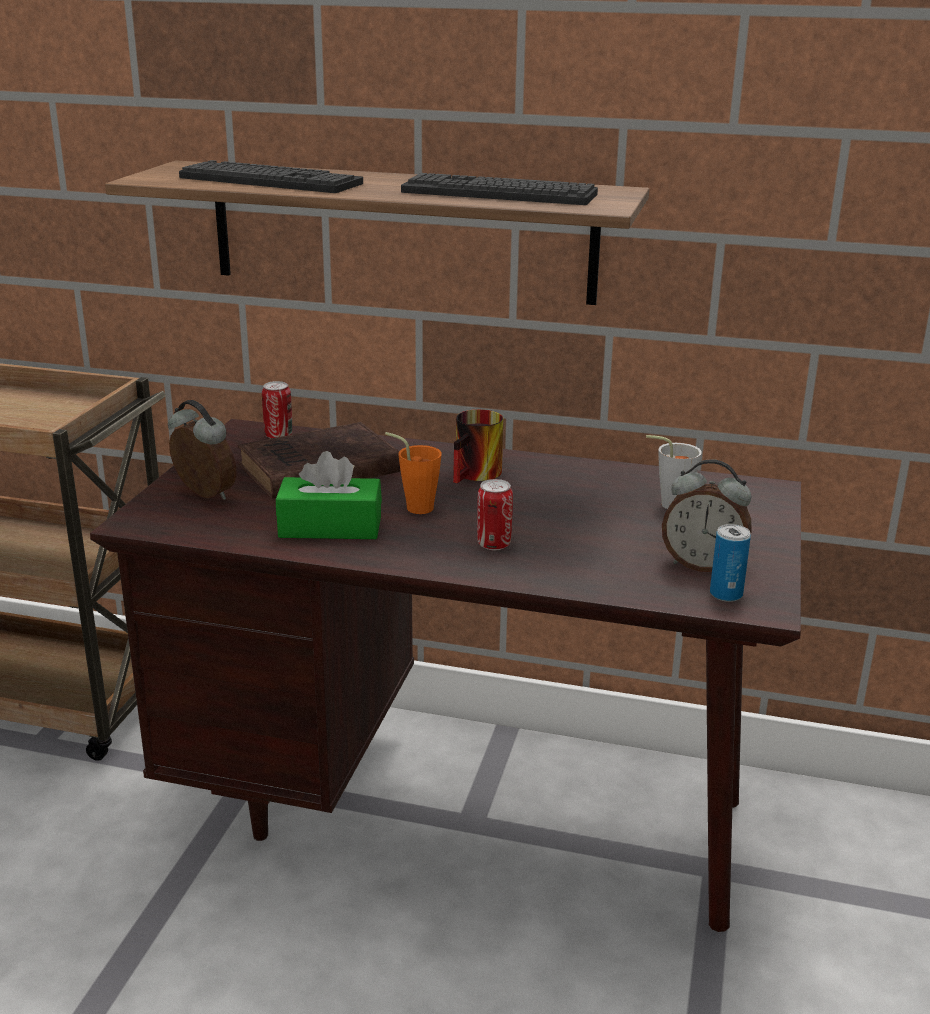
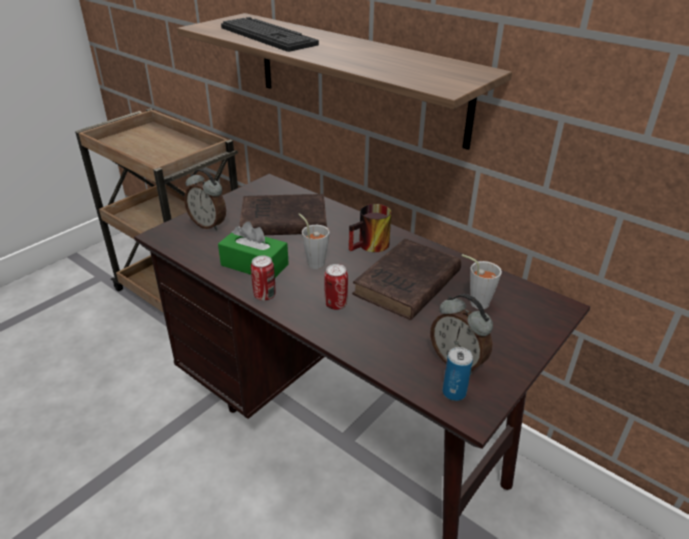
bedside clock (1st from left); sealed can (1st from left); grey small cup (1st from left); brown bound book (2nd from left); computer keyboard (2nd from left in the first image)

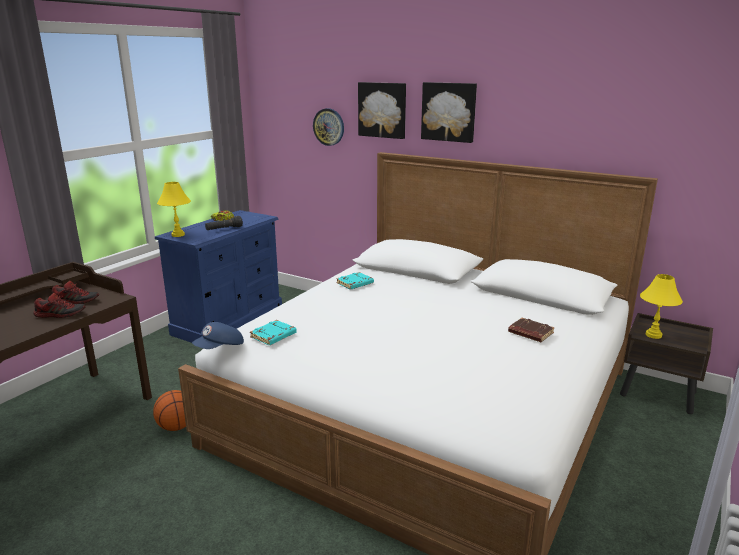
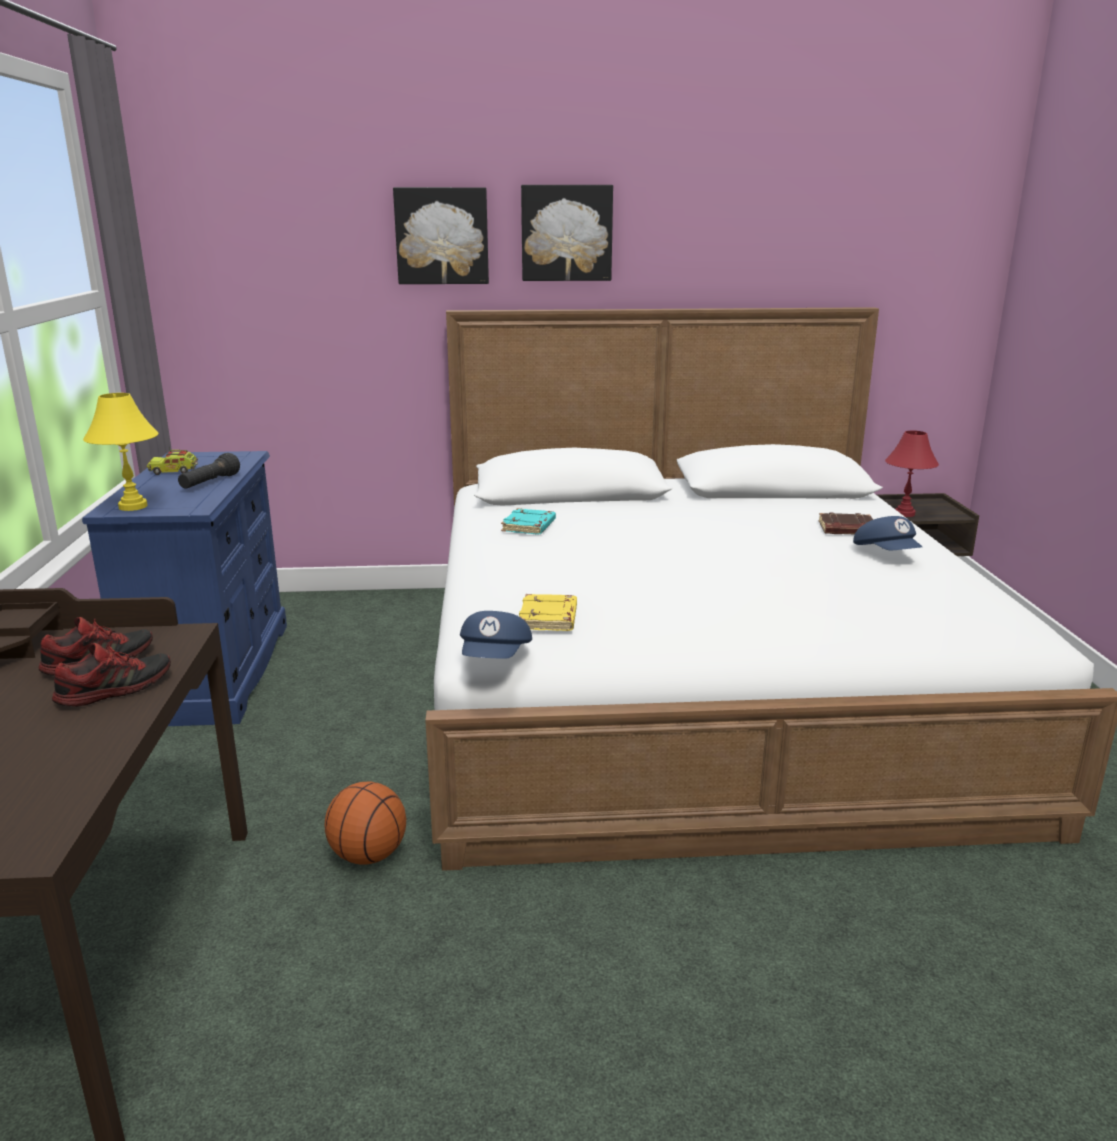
yellowish bound book; blue cap (2nd from left); red table lamp; clock on the wall

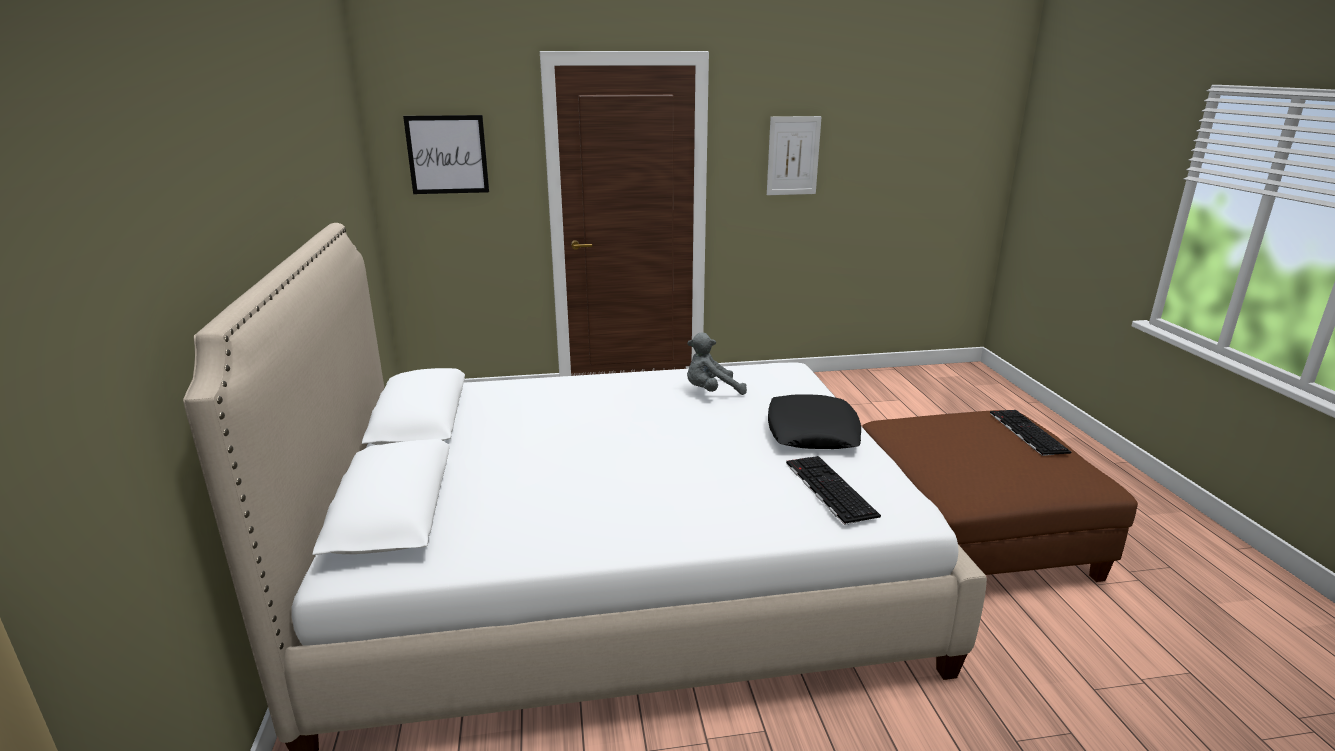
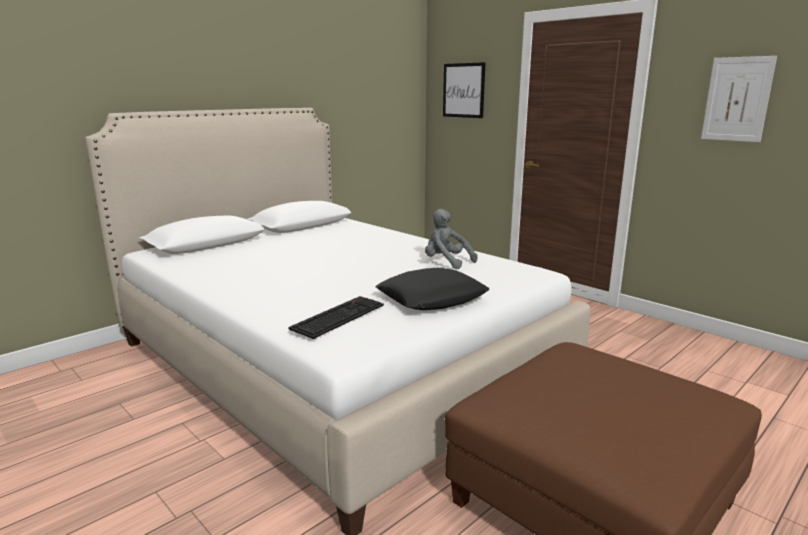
computer keyboard (2nd from left in the first image)

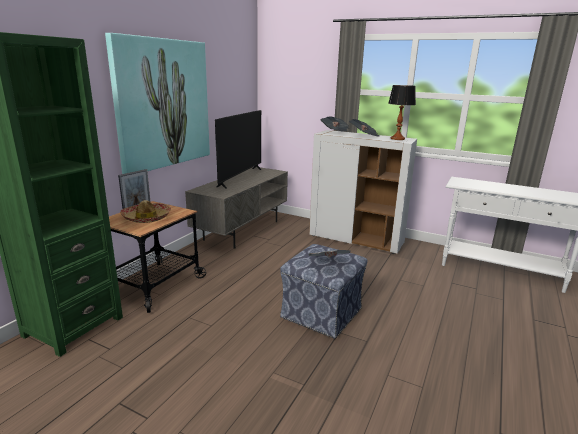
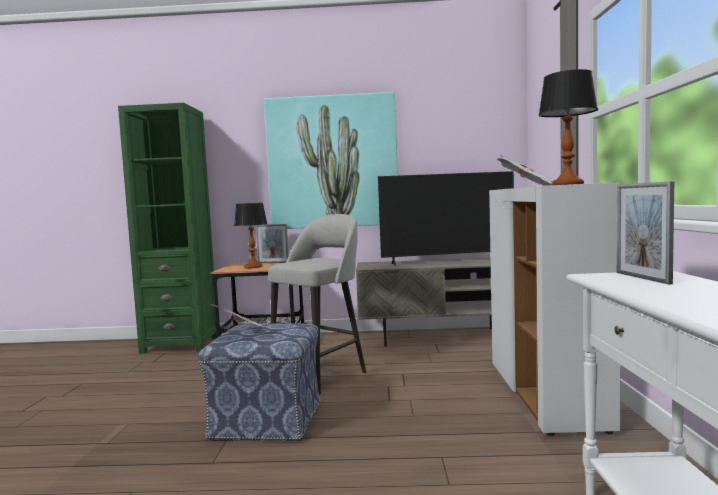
table lamp (1st from left); grey stool; picture frame (2nd from left)

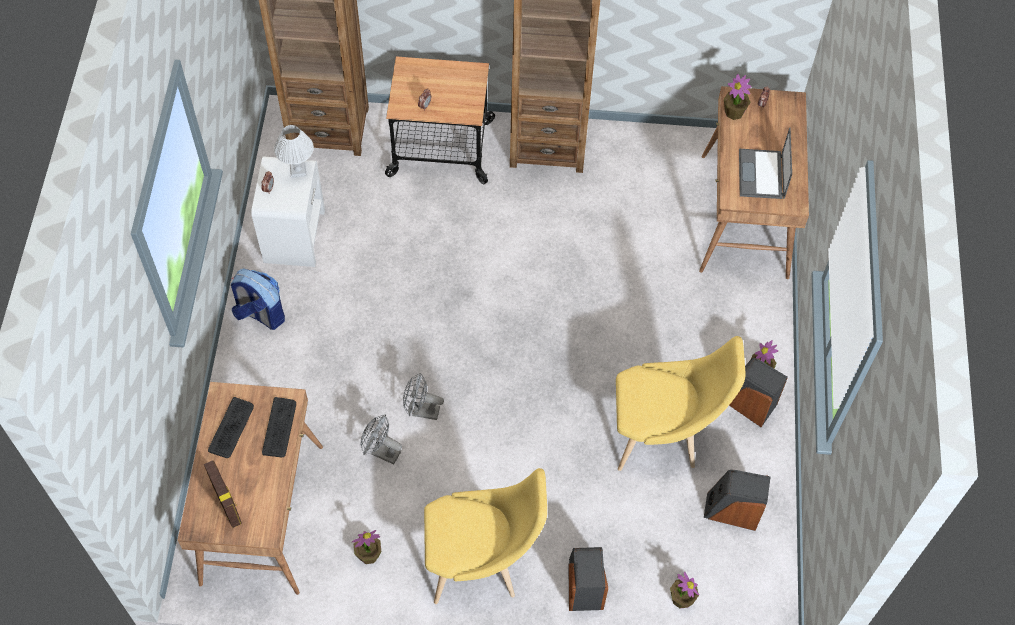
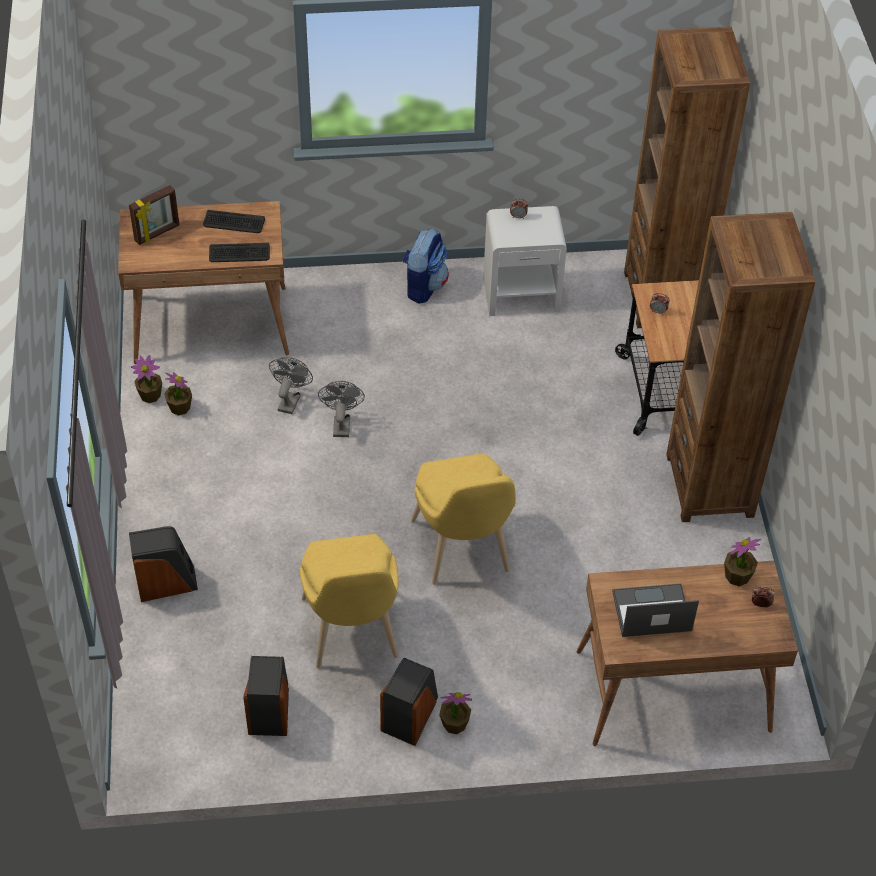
potted plant (1st from left); yellowish chair (2nd from left); whitish table lamp

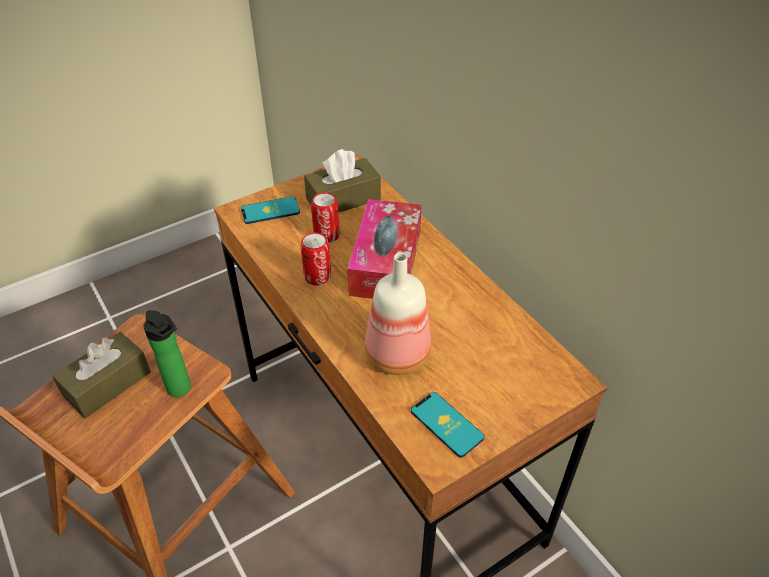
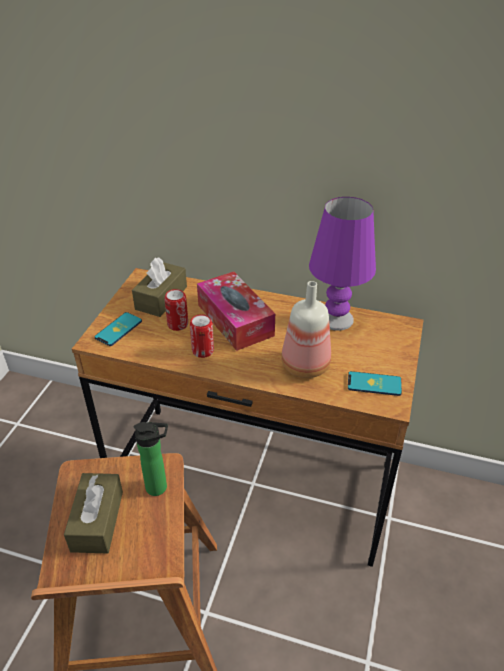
purple table lamp

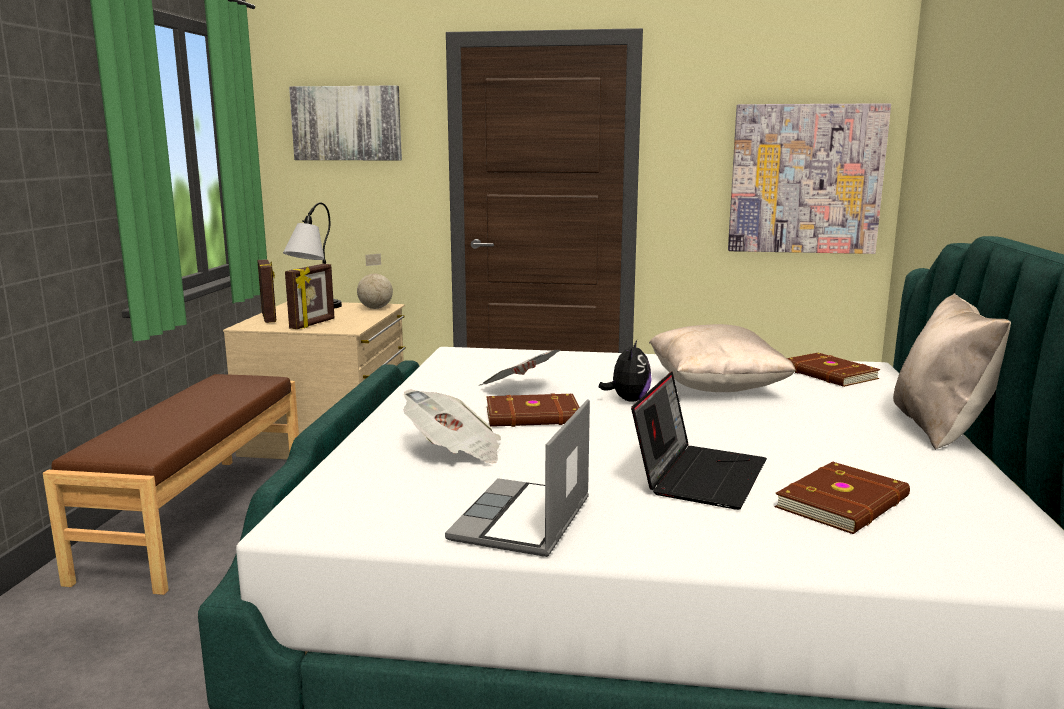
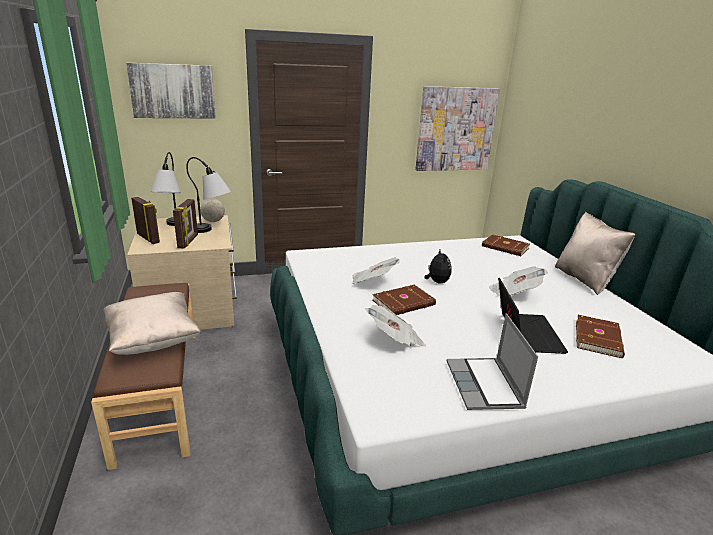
sand-coloured throw pillow (1st from left); table lamp (2nd from left); printed paper (3rd from left)

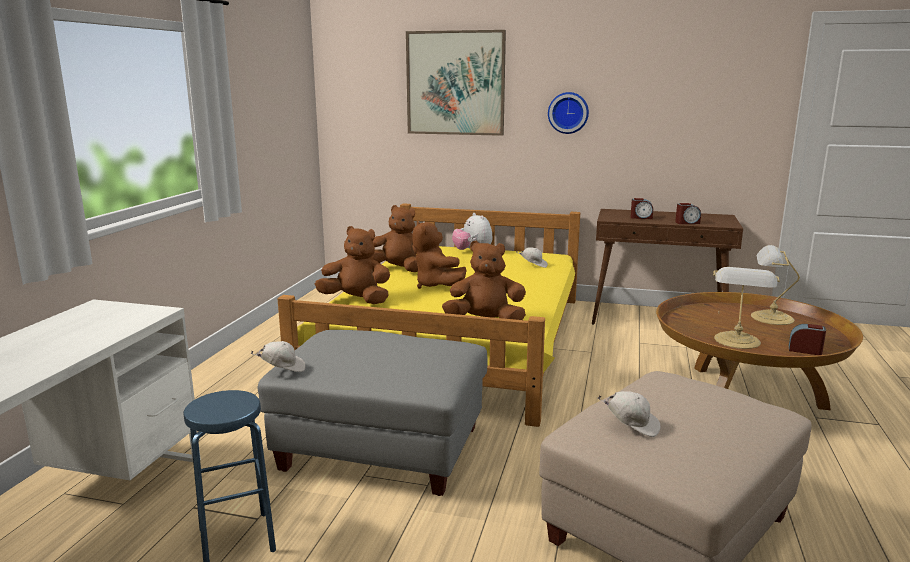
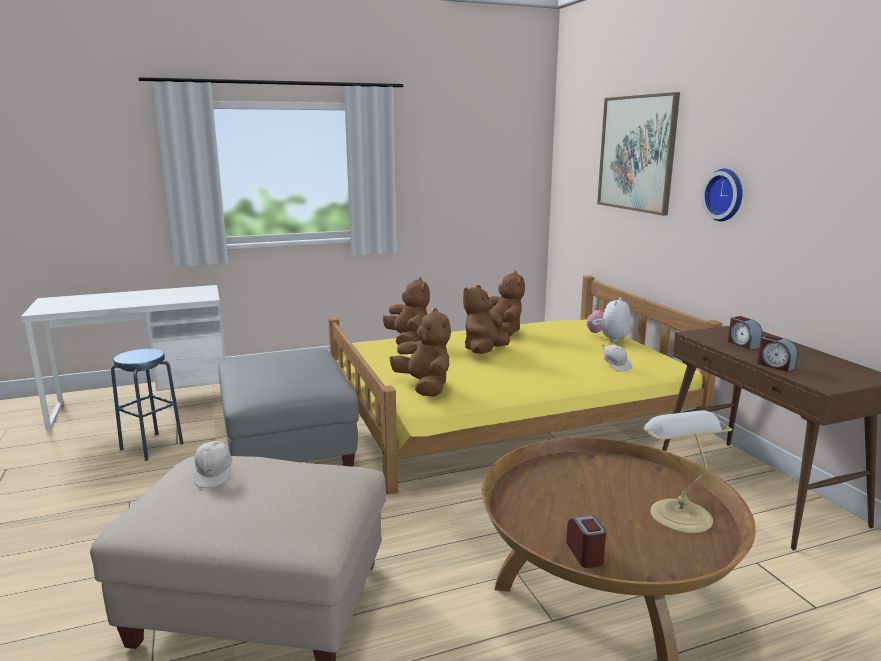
whitish cap (1st from left in the first image); table lamp (1st from left in the first image)

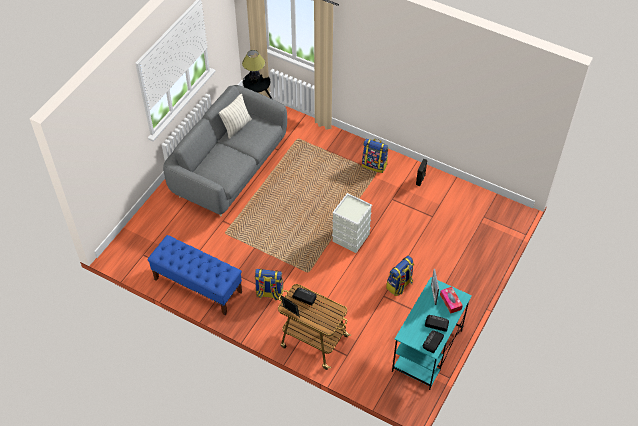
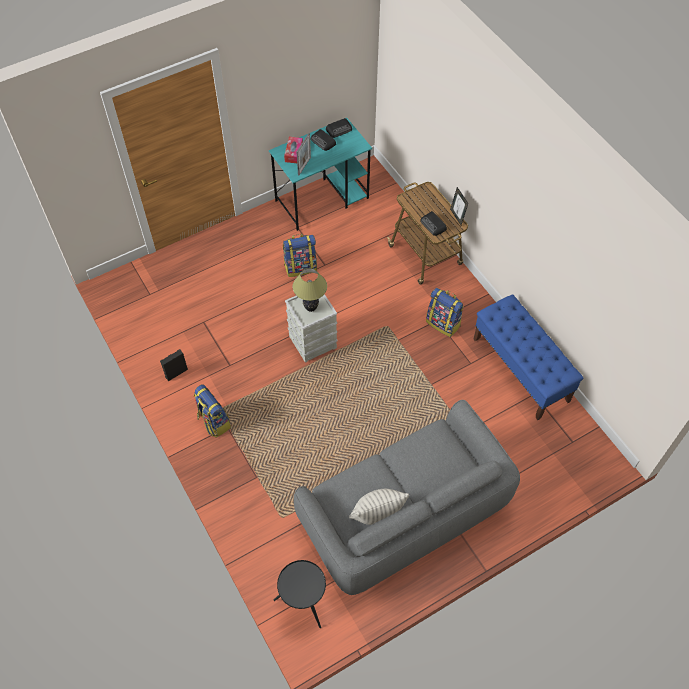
table lamp

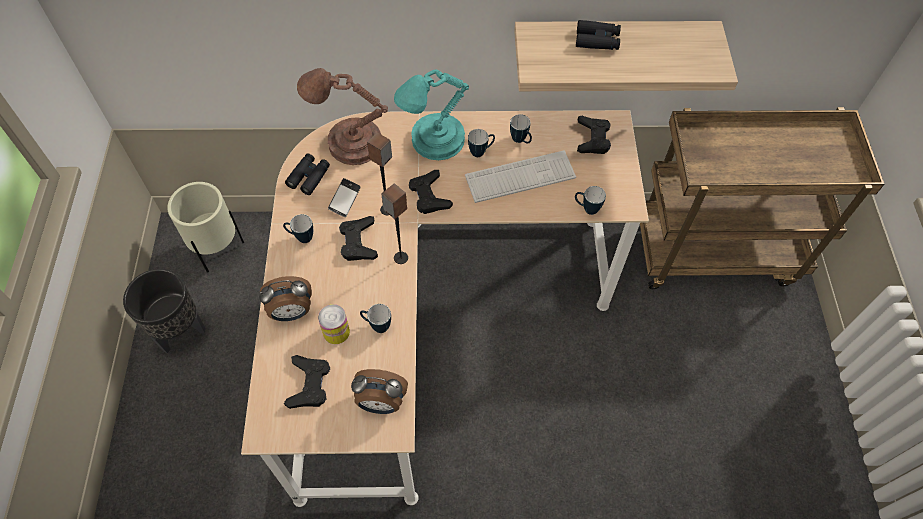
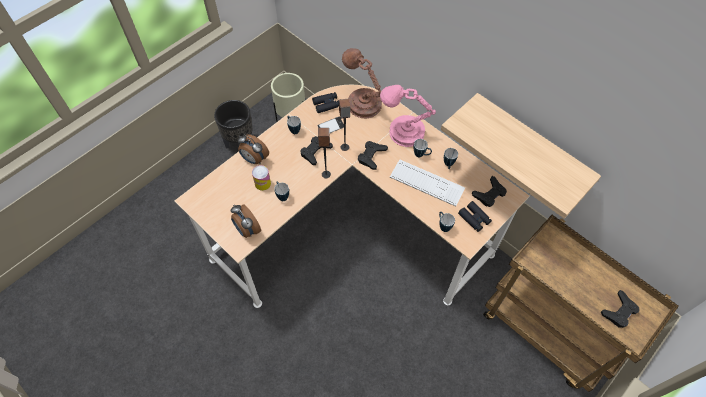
pinkish table lamp; black binoculars (2nd from left); black gamepad (4th from left)

